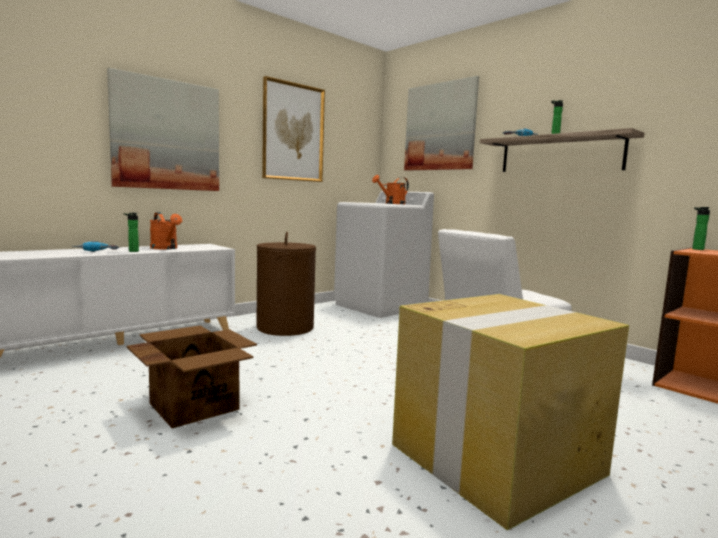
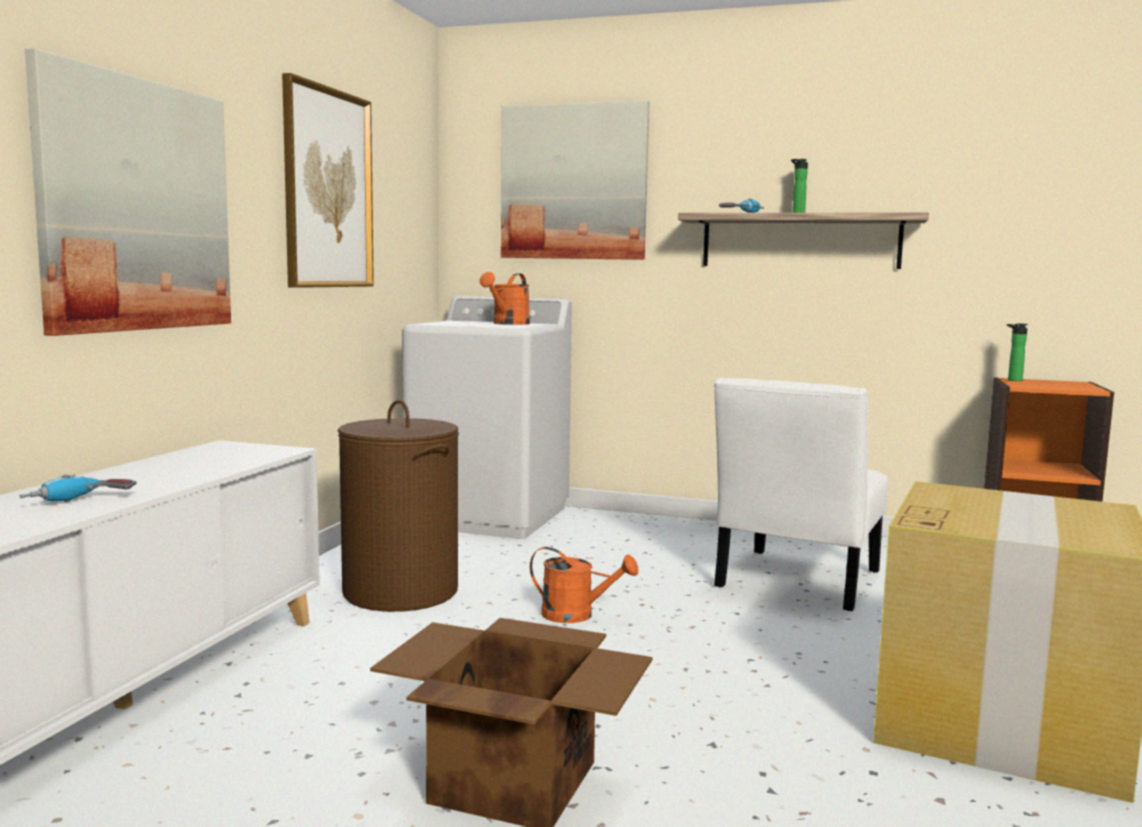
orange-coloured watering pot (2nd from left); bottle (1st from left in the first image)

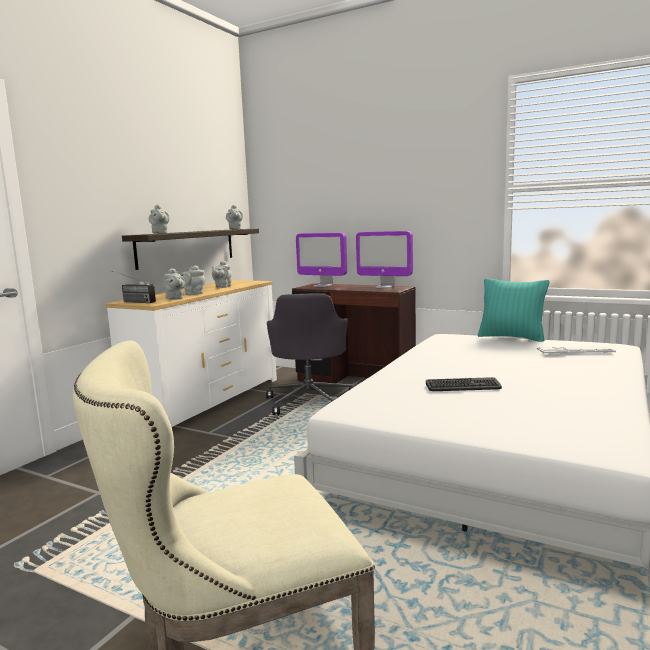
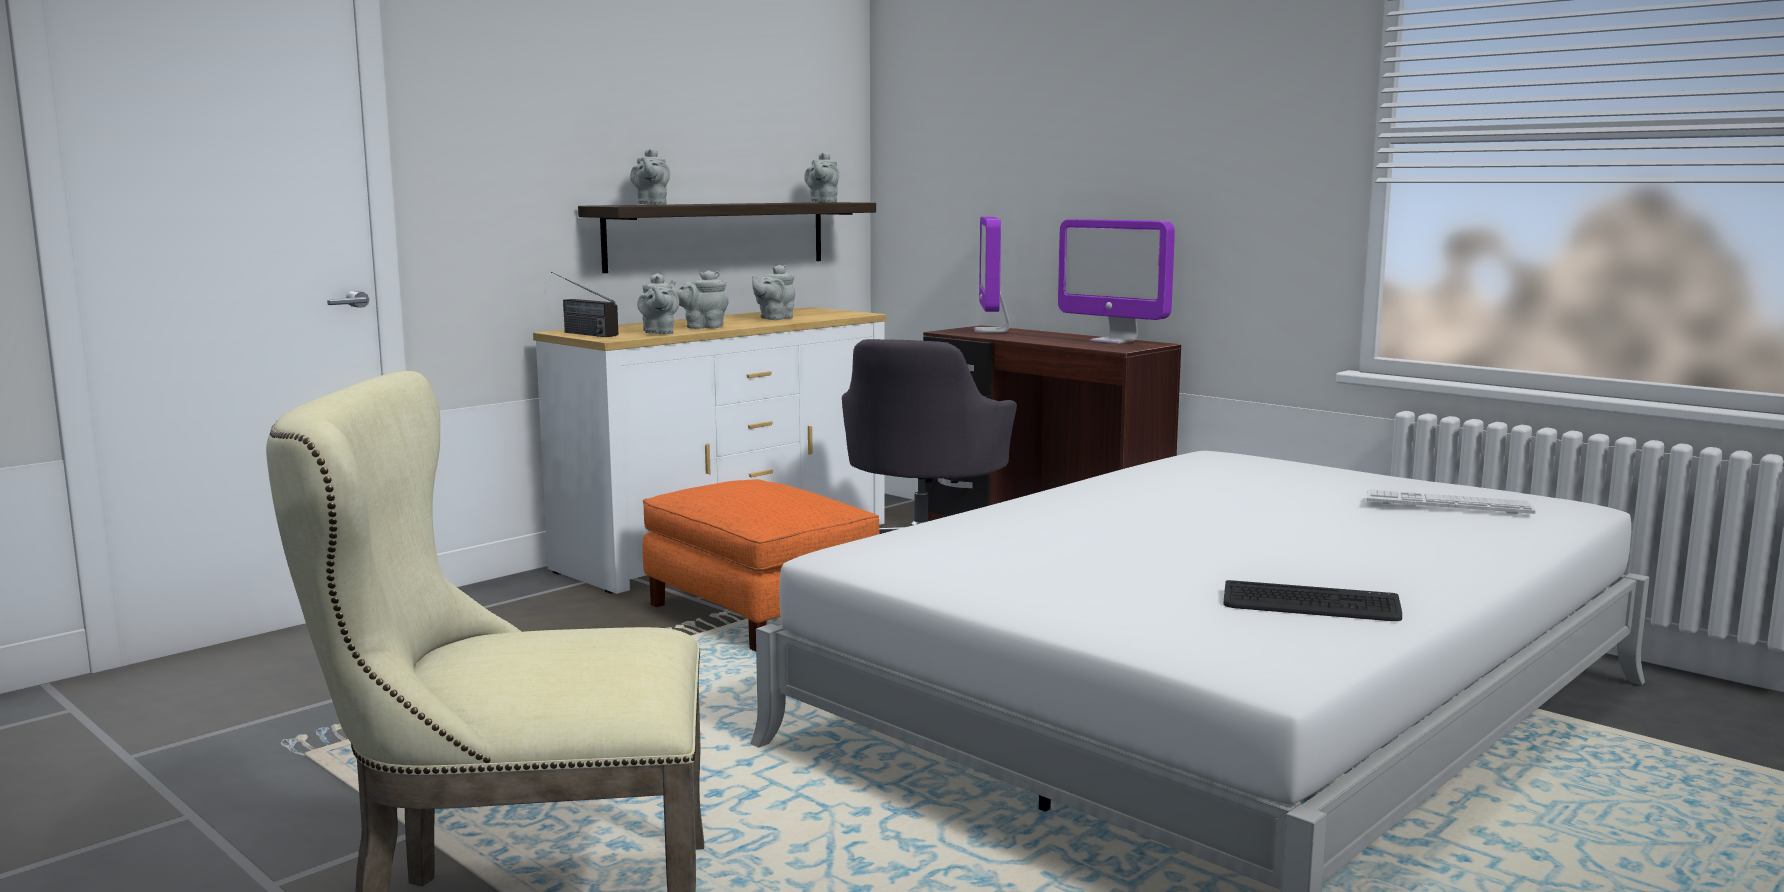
orange-coloured pouffe; monitor (1st from left); computer keyboard (1st from left); turquoise-coloured throw pillow

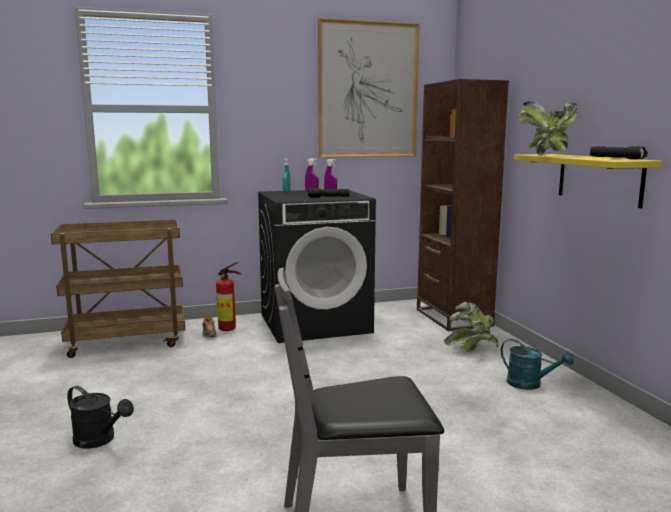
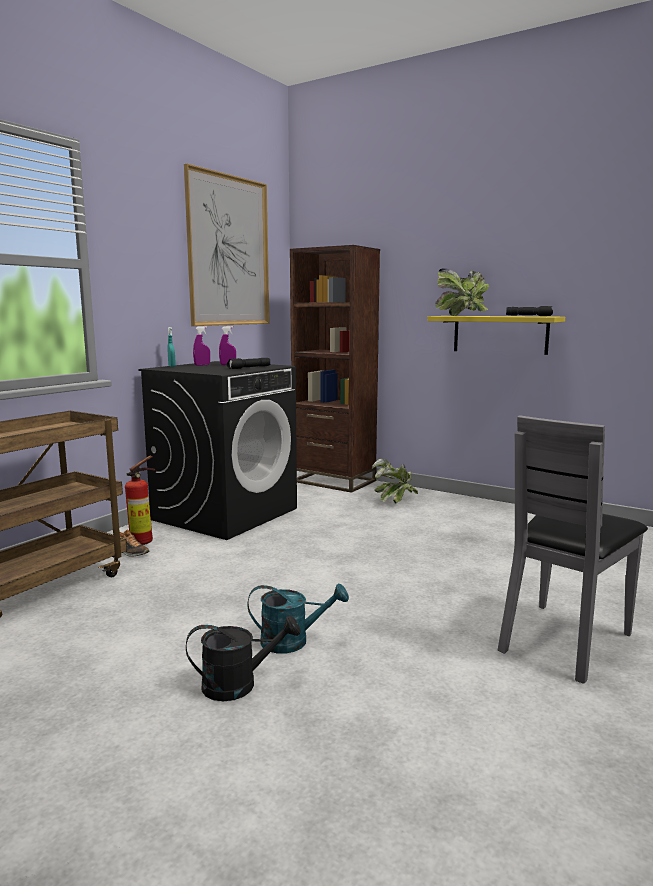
turquoise-coloured watering pot

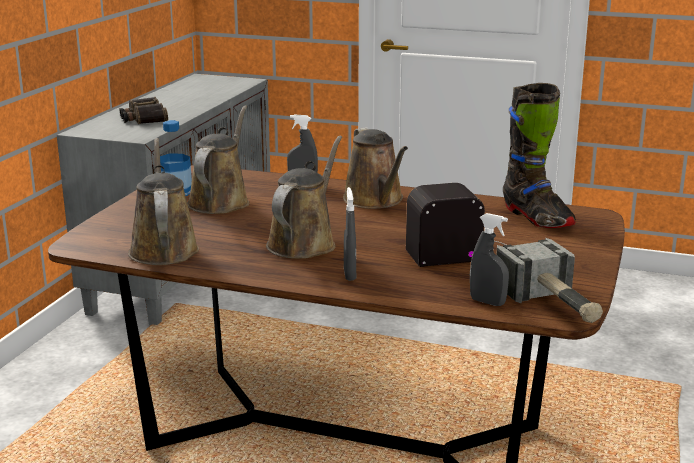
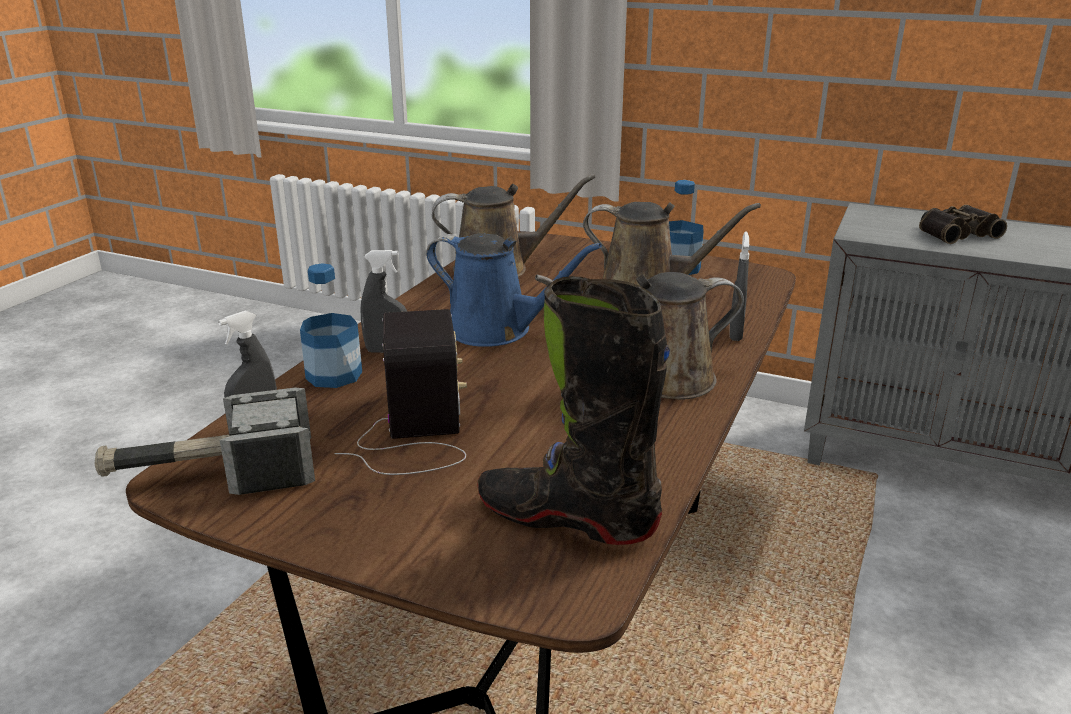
bottle (1st from left); blue watering pot; black boot

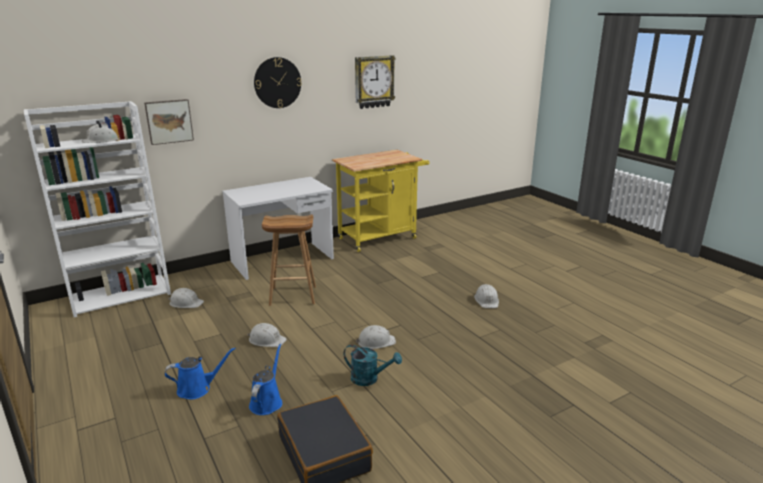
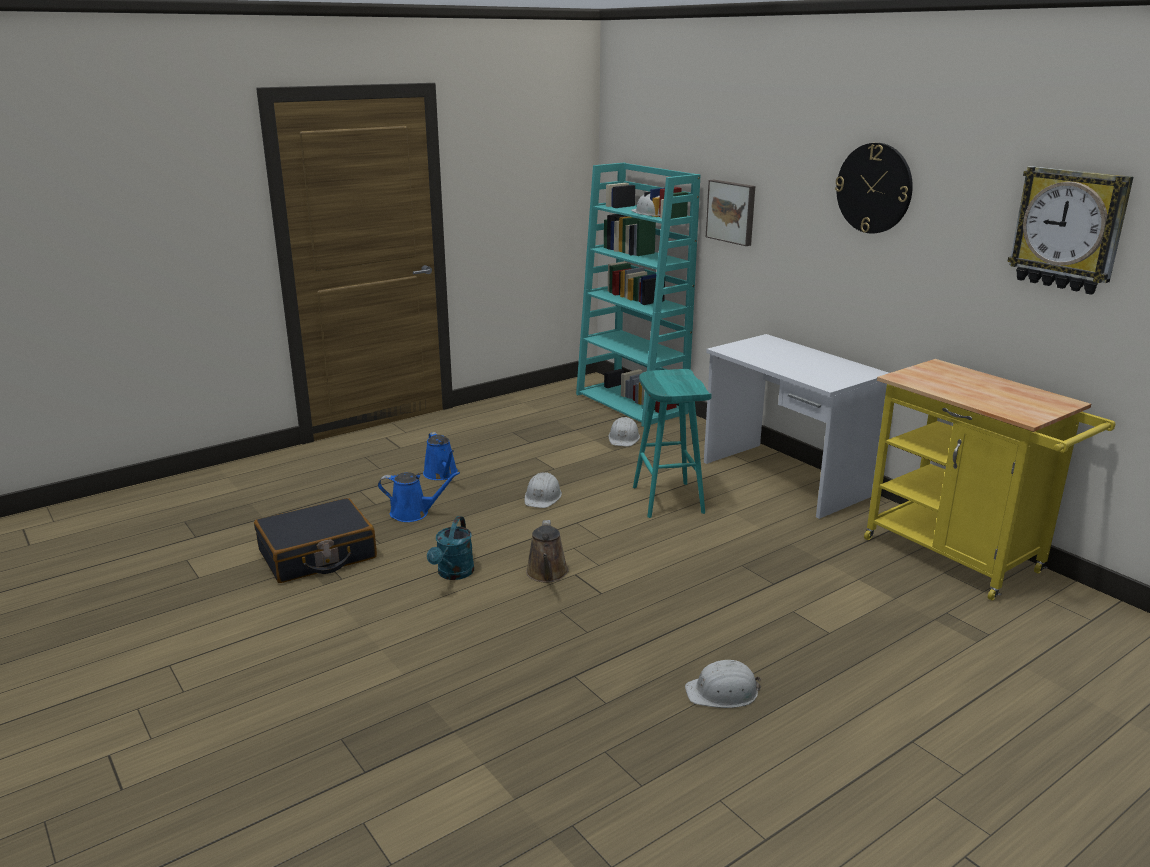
brown watering pot; turquoise-coloured shelving unit; turquoise-coloured stool

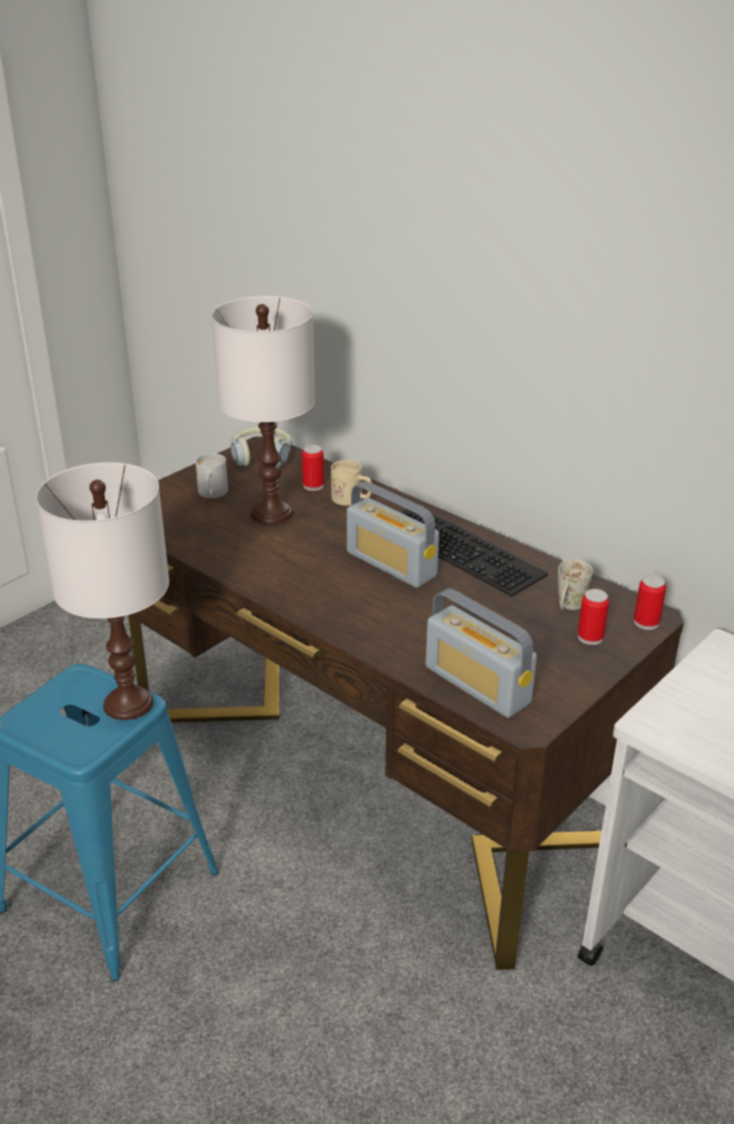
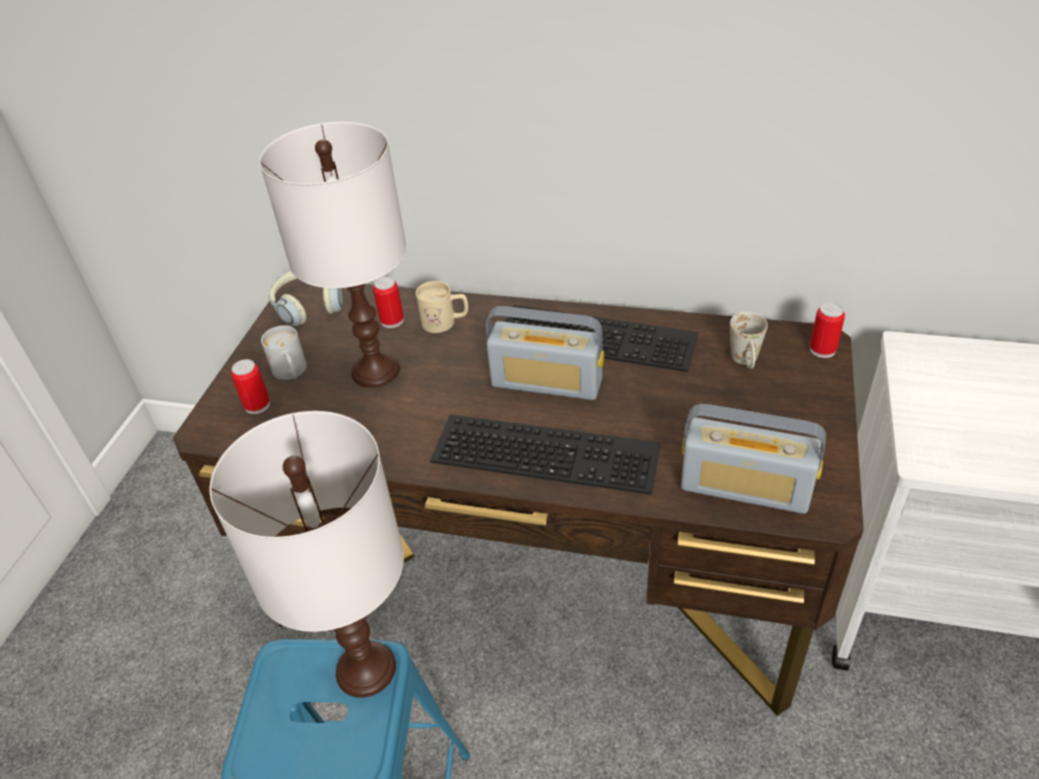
sealed can (1st from left); computer keyboard (1st from left)

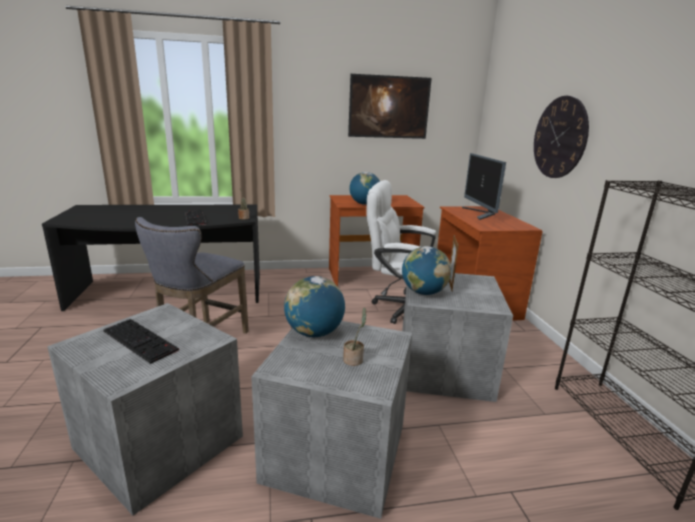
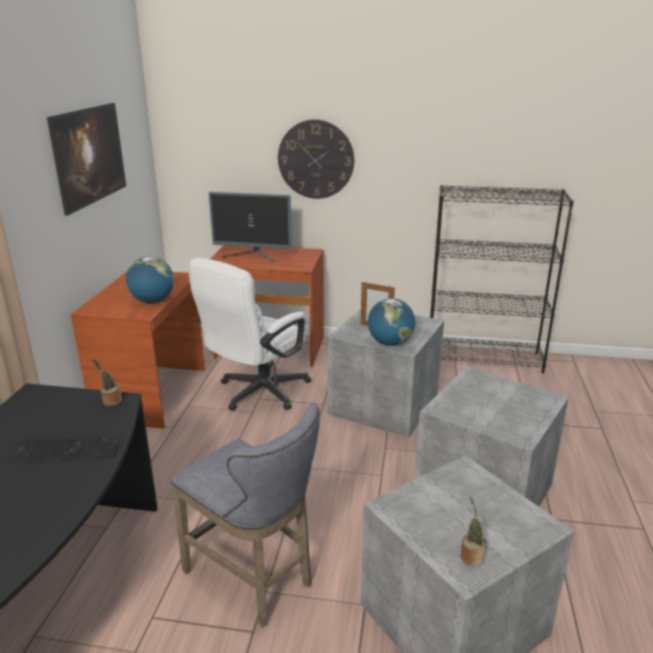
potted plant (2nd from left); computer keyboard (1st from left in the first image); world globe (1st from left in the first image)

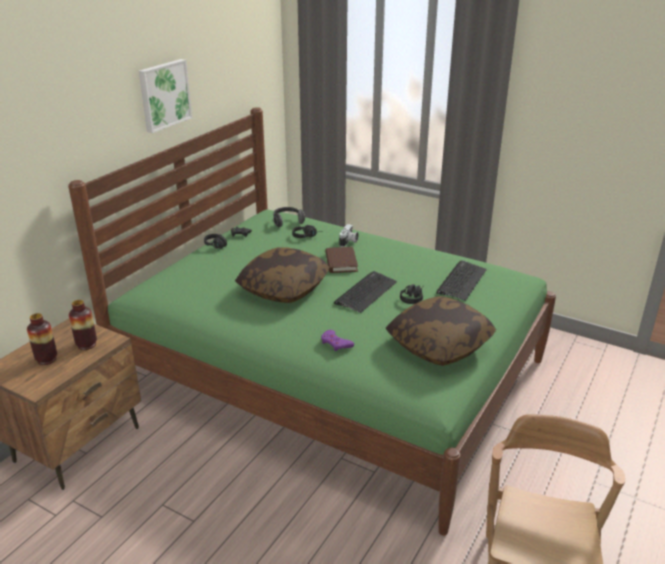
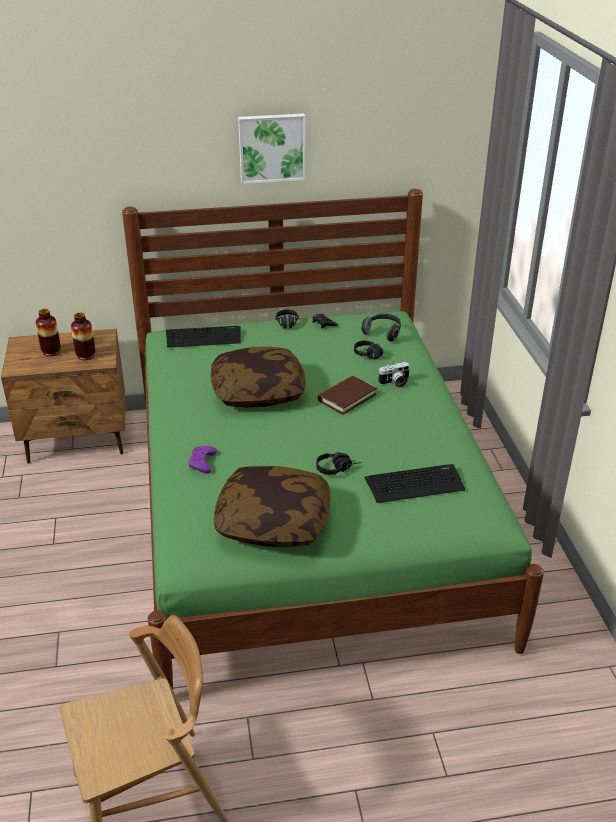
computer keyboard (1st from left)

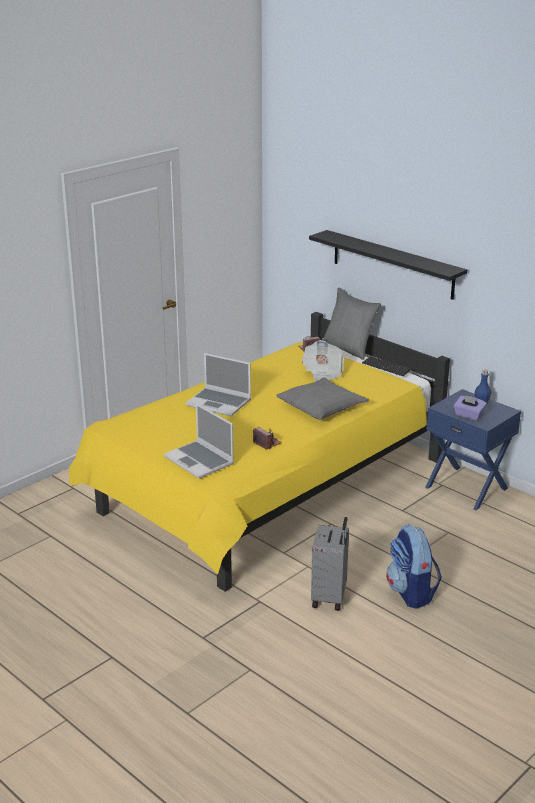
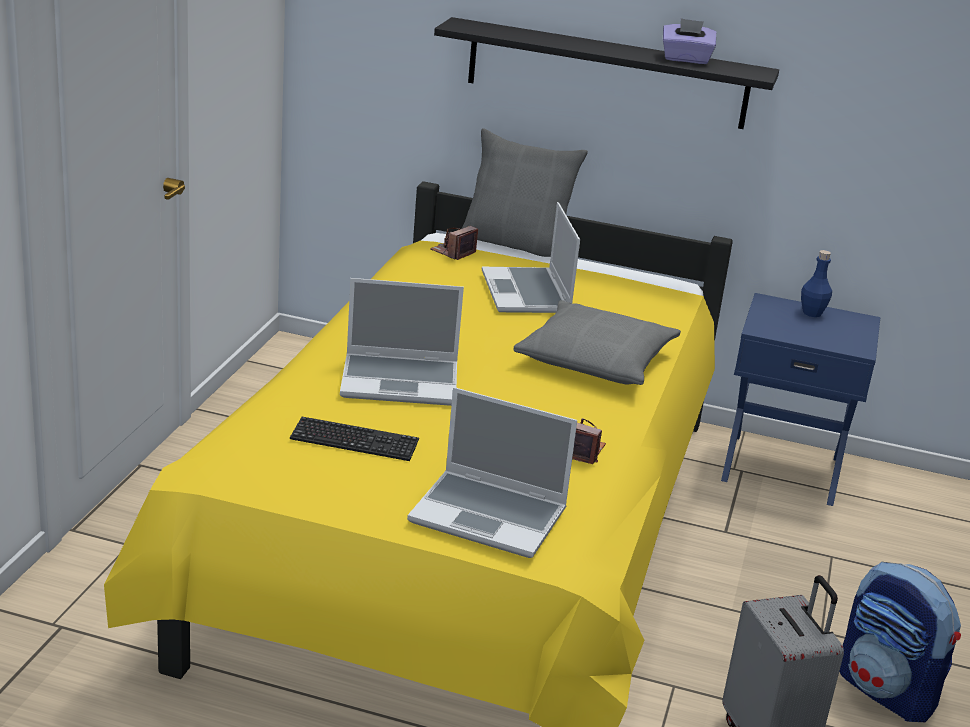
computer keyboard; portable computer (3rd from left); purple tissue holder

